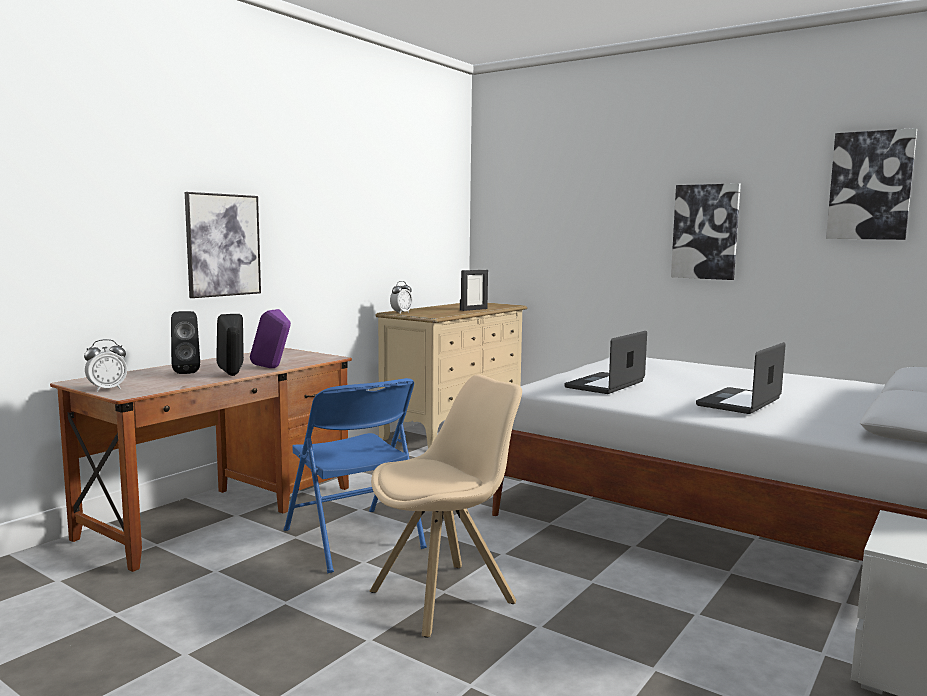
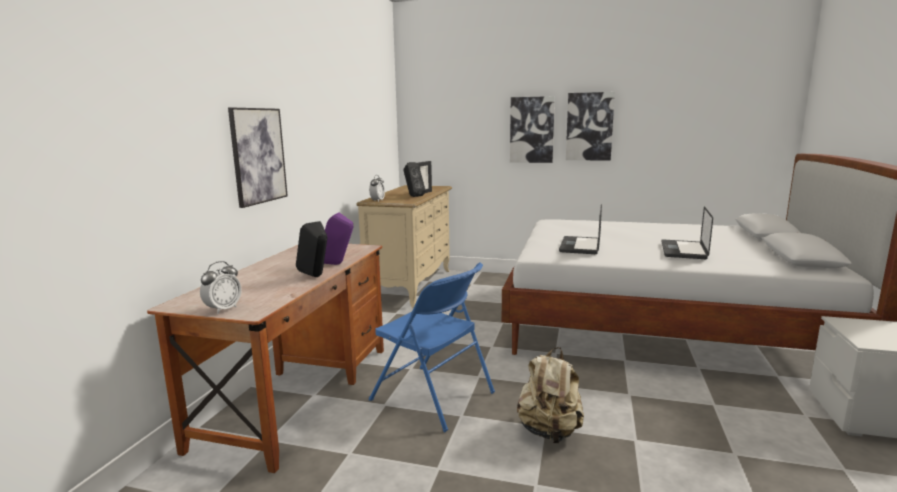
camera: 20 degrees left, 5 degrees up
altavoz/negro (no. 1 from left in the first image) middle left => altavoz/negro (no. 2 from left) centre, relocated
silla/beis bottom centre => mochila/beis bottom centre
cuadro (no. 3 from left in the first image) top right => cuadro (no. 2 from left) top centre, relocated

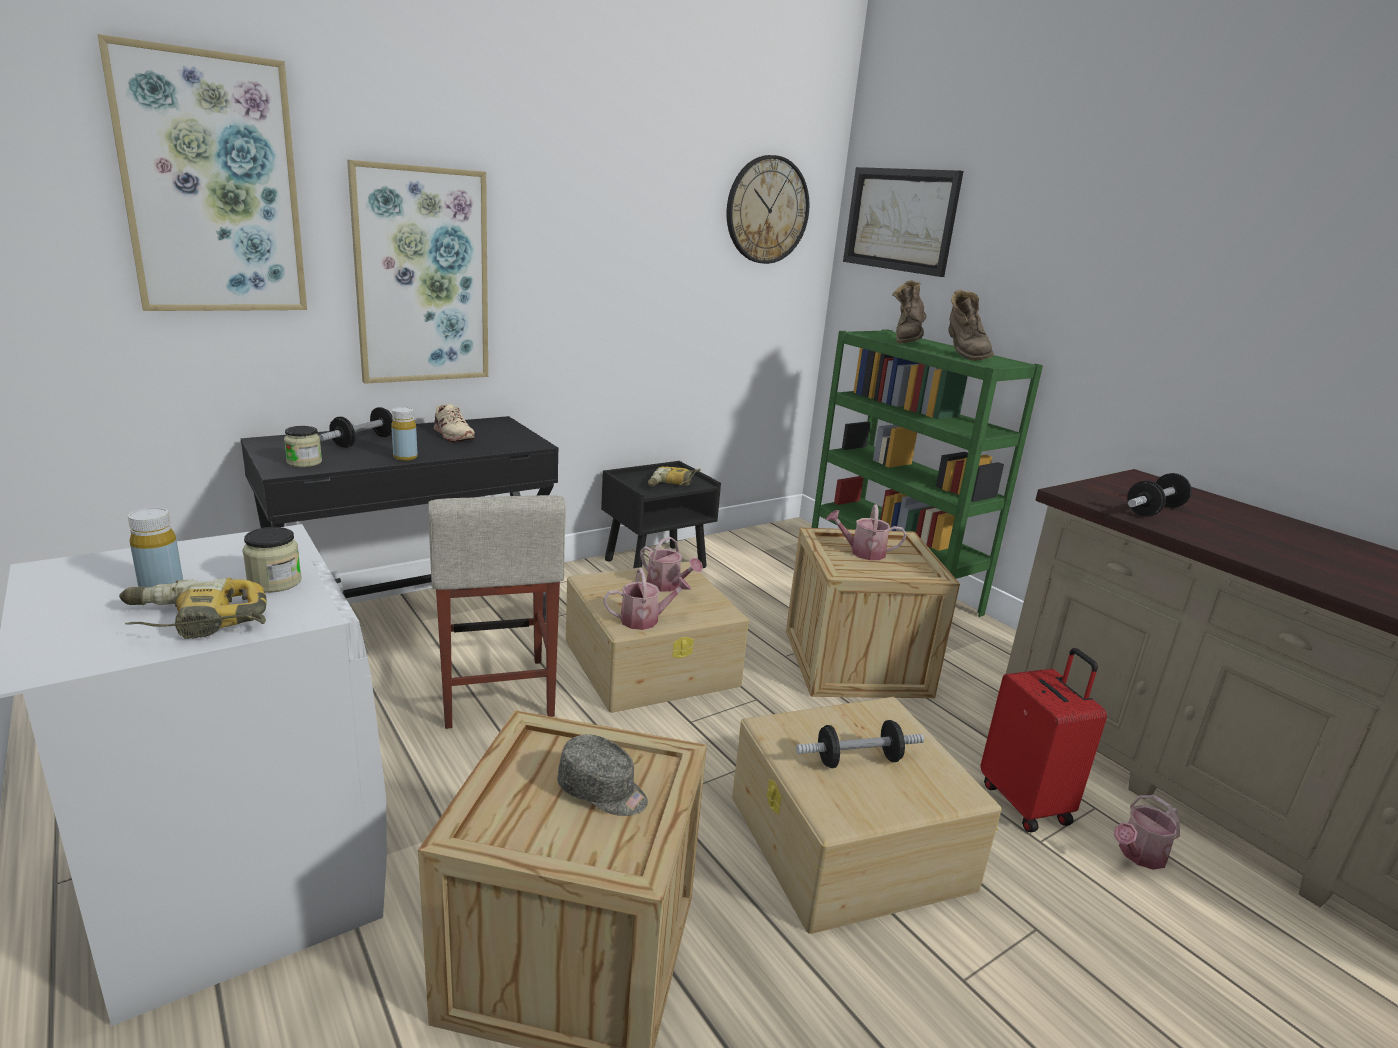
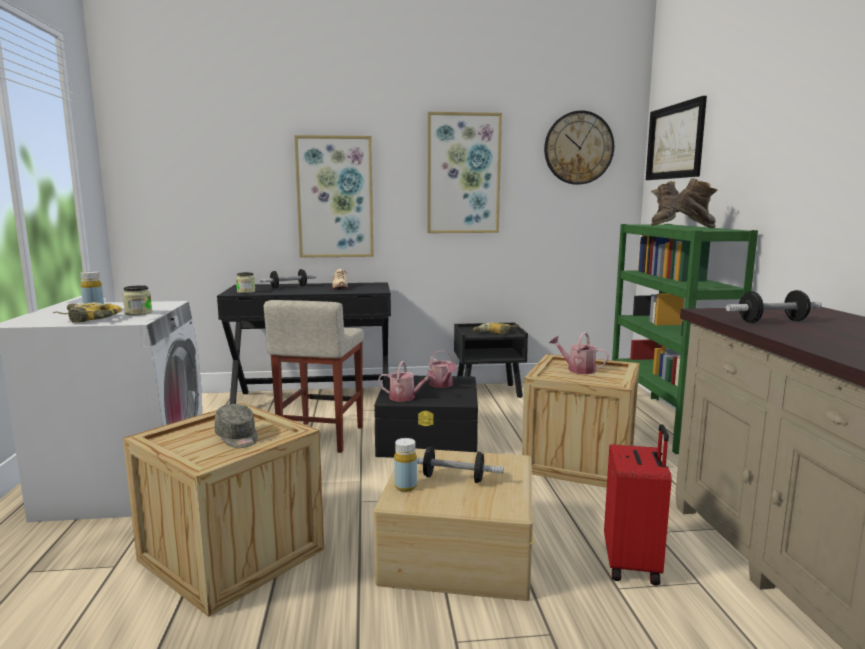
camera: 30 degrees right, 10 degrees down
cuadro (no. 1 from left in the first image) top left => cuadro (no. 2 from left) top centre, relocated
botella/amarillo (no. 2 from left) middle left => botella/amarillo (no. 2 from left) bottom centre, relocated
caja de almacenaje/beis (no. 1 from left) centre => caja de almacenaje/negro centre
bota/marrón (no. 2 from left) top right, 135 degrees counterclockwise
regadera (no. 4 from left) bottom right => nothing

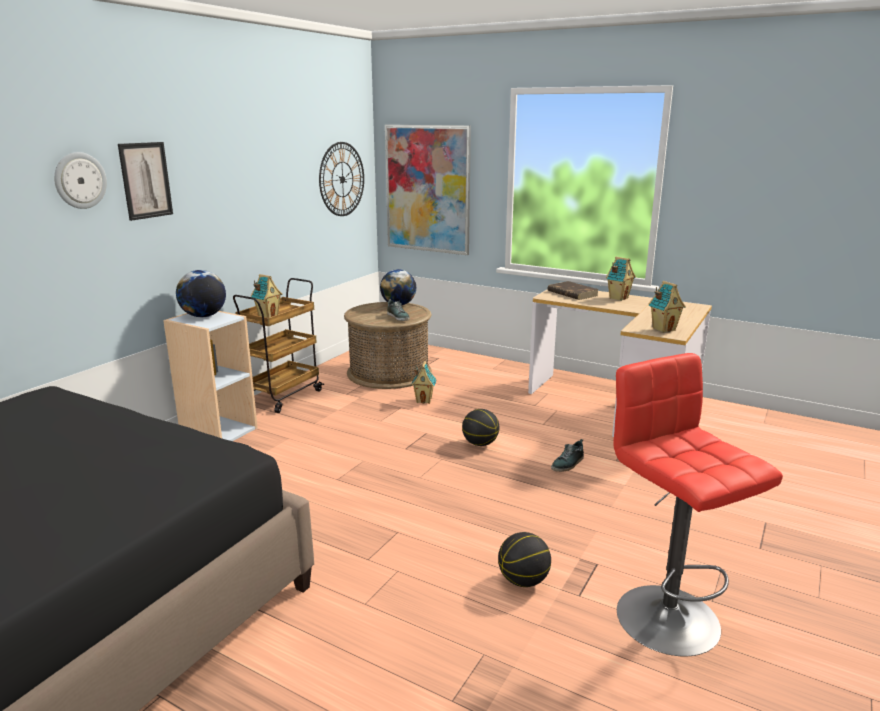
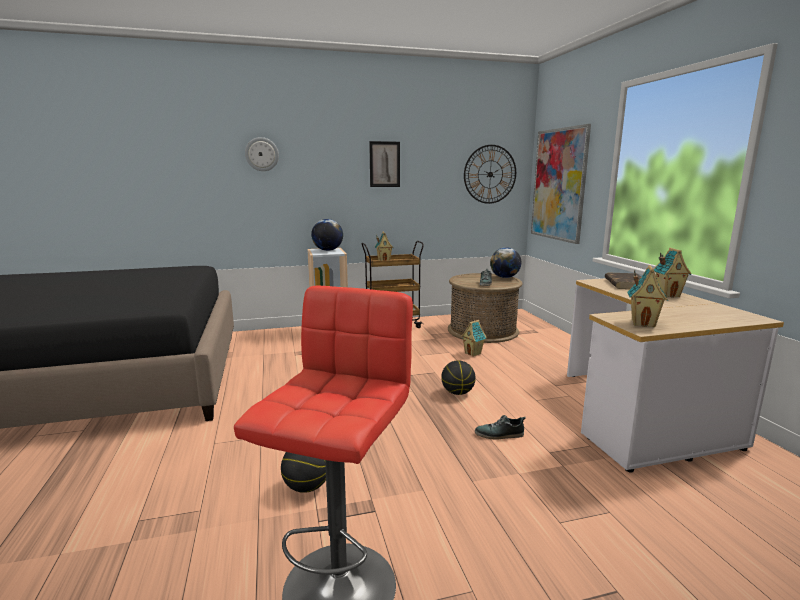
camera: 45 degrees right, 5 degrees down
cuadro (no. 1 from left) top left => cuadro (no. 1 from left) top centre, relocated

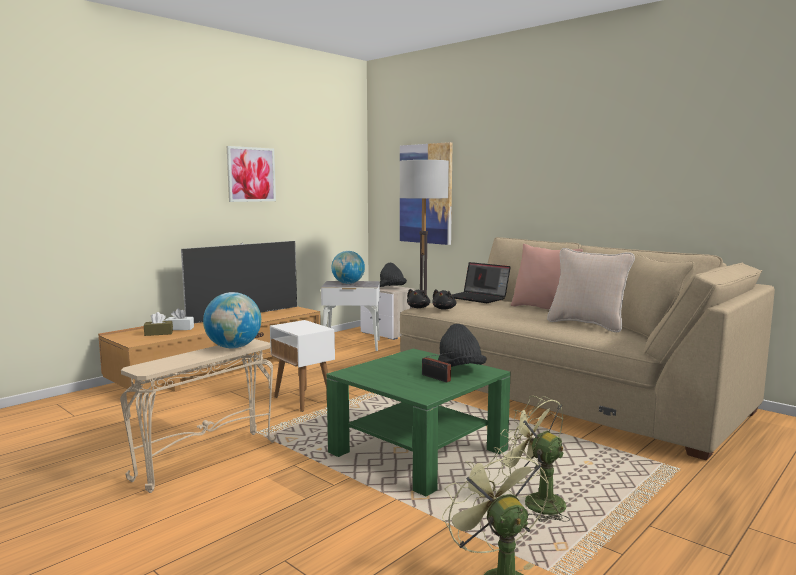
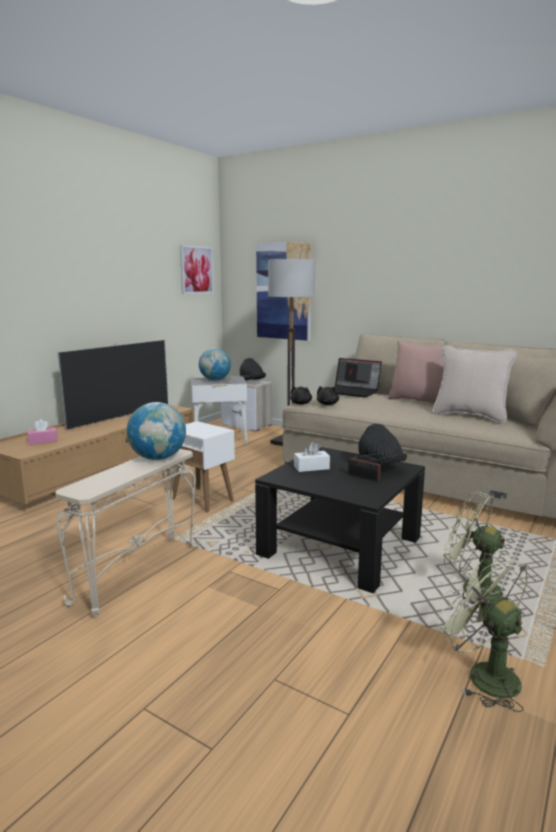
camera: 10 degrees left, 5 degrees up
caja de pañuelos/marrón middle left => caja de pañuelos/rosa middle left
caja de pañuelos/blanco middle left => caja de pañuelos/blanco centre, relocated
cuadro (no. 1 from left) top left => cuadro (no. 1 from left) top centre, relocated
mesa de centro/verde bottom centre => mesa de centro/negro centre

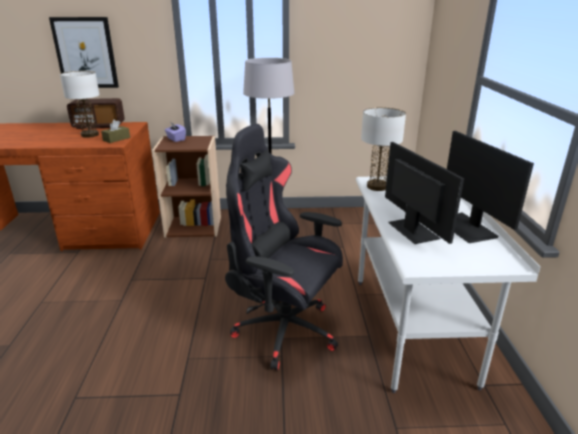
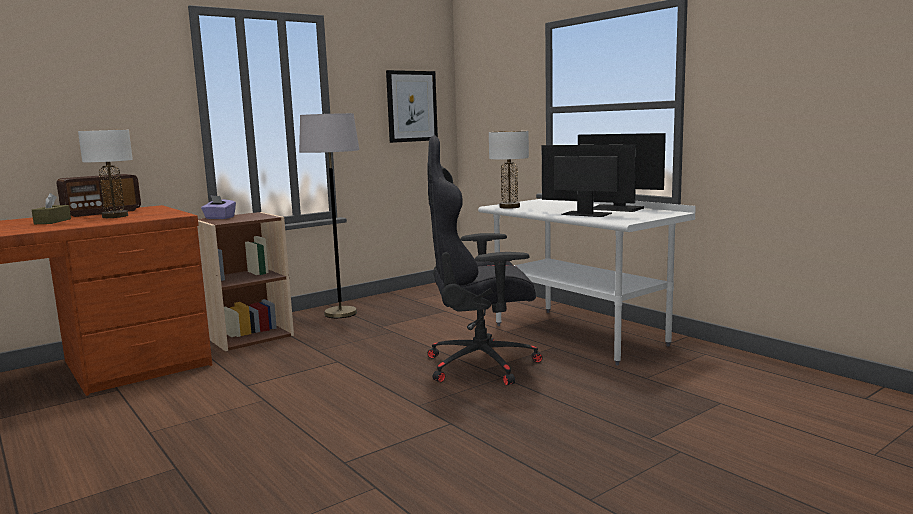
camera: 35 degrees left, 15 degrees down
cuadro top left => cuadro top centre, relocated
caja de pañuelos/marrón top left => caja de pañuelos/marrón middle left, relocated

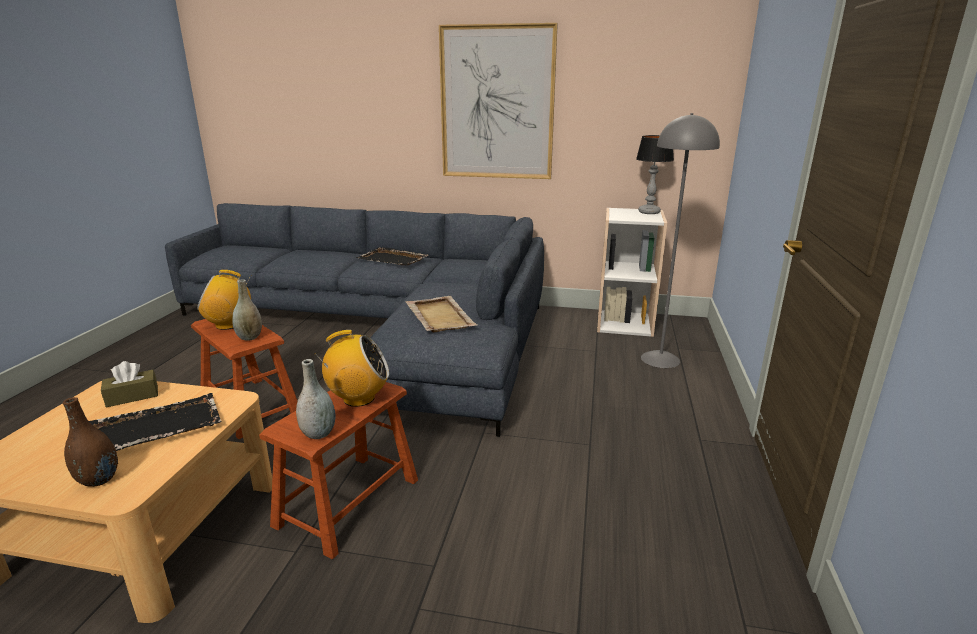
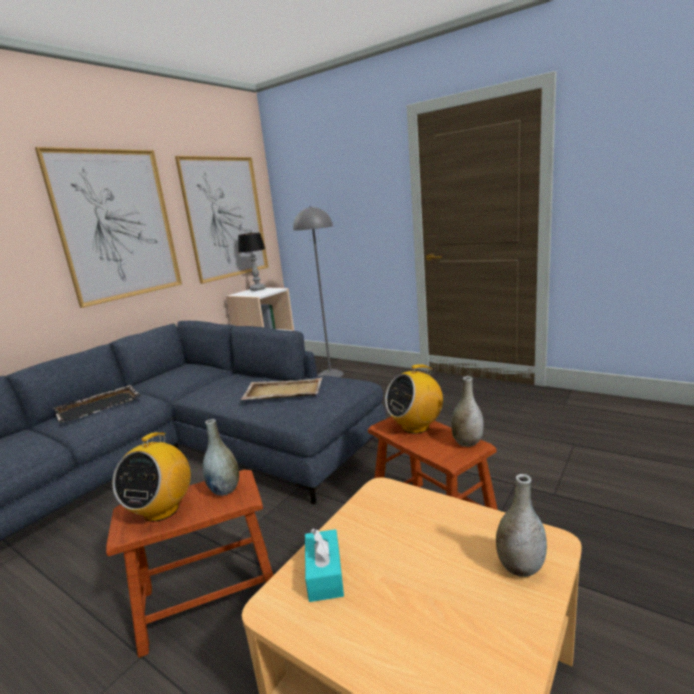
camera: 65 degrees left, 5 degrees down
florero/marrón bottom left => florero/gris (no. 3 from left) bottom right
bandeja/negro (no. 1 from left) middle left => nothing
caja de pañuelos/marrón middle left => caja de pañuelos/turquesa bottom centre
radio (no. 2 from left) centre, 135 degrees counterclockwise
nothing => cuadro (no. 2 from left) top left

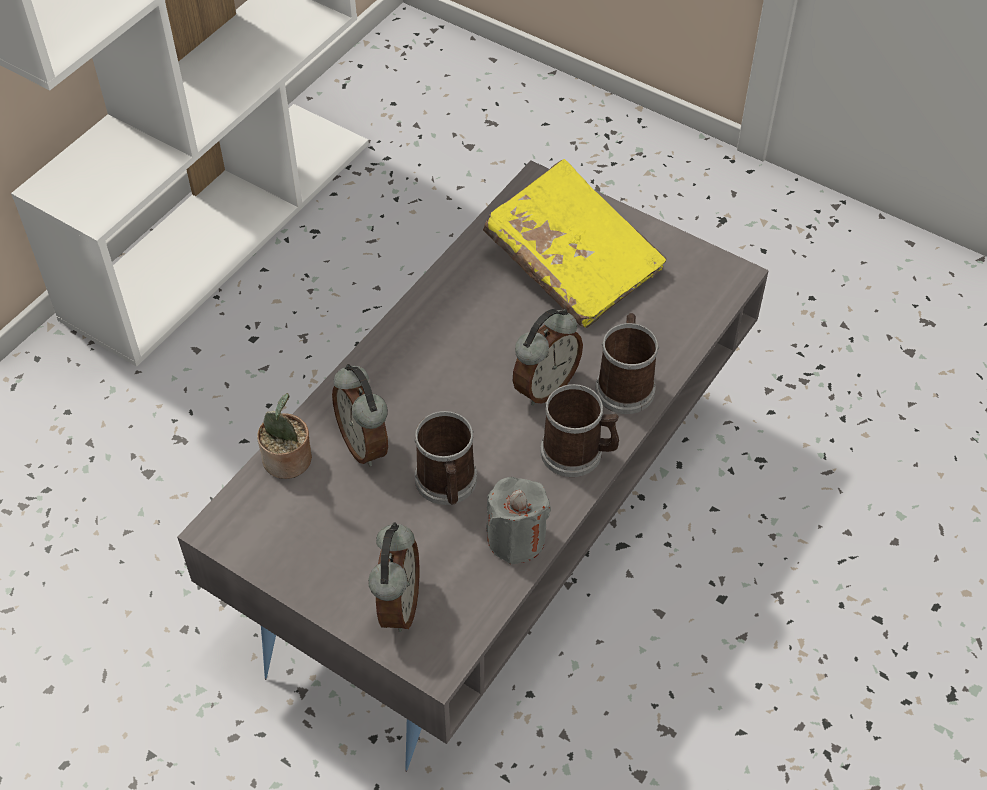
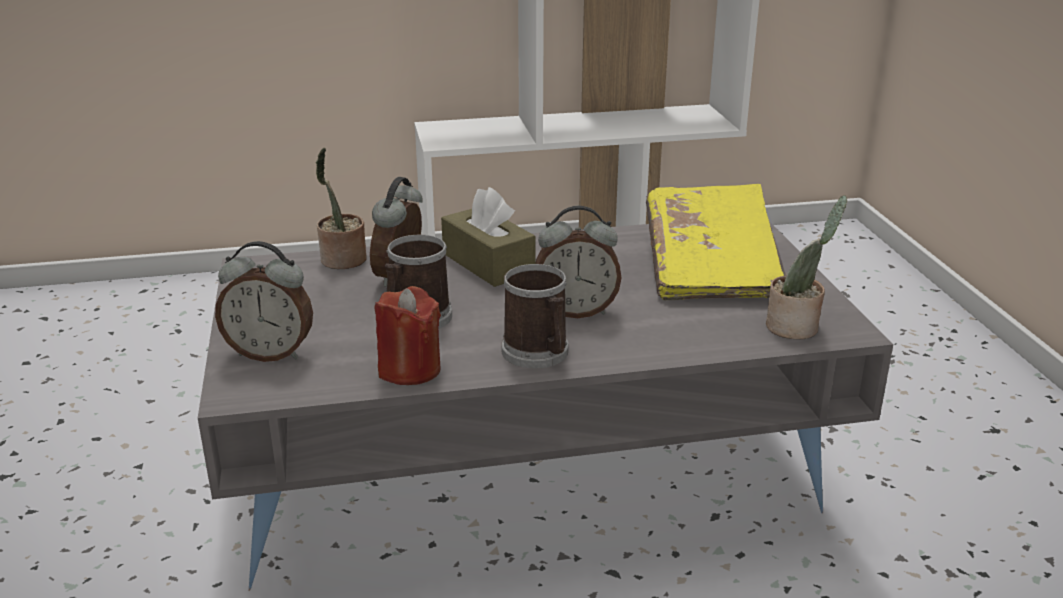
camera: 45 degrees right, 25 degrees down
despertador (no. 2 from left in the first image) bottom centre => despertador (no. 1 from left) middle left, 45 degrees clockwise
vela/gris centre => vela/rojo centre
taza grande (no. 3 from left) centre => nothing
nothing => caja de pañuelos/marrón centre
nothing => planta en maceta (no. 2 from left) middle right

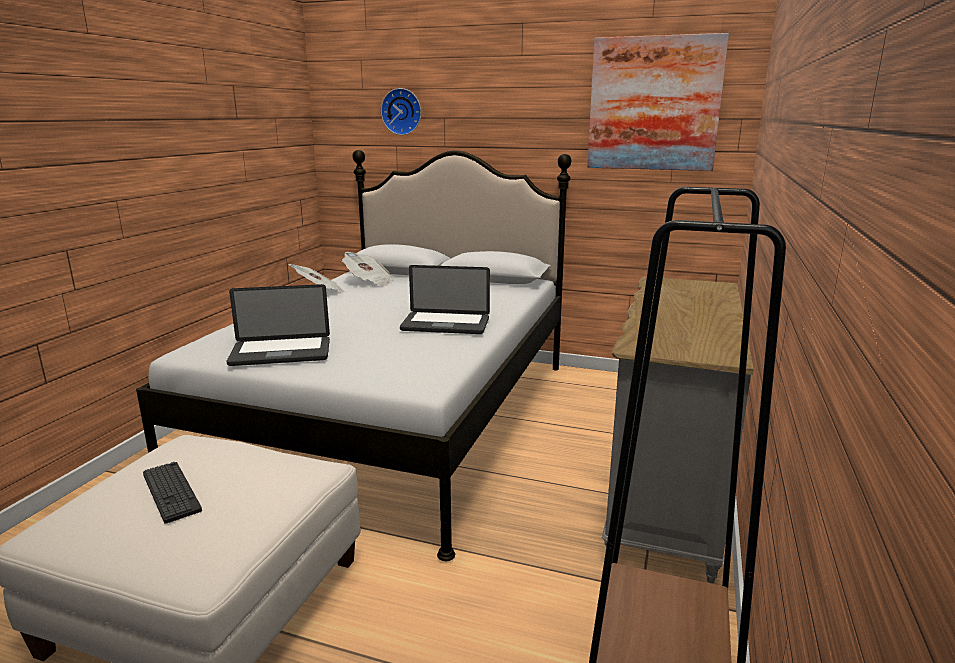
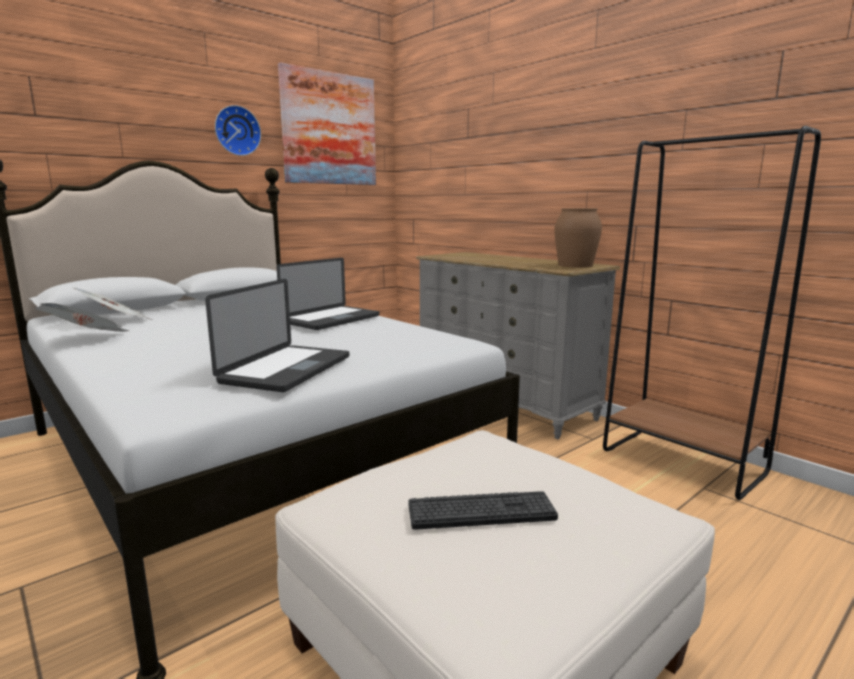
camera: 60 degrees left, 5 degrees down
reloj de pared top centre => reloj de pared top left, relocated
nothing => florero/marrón middle right

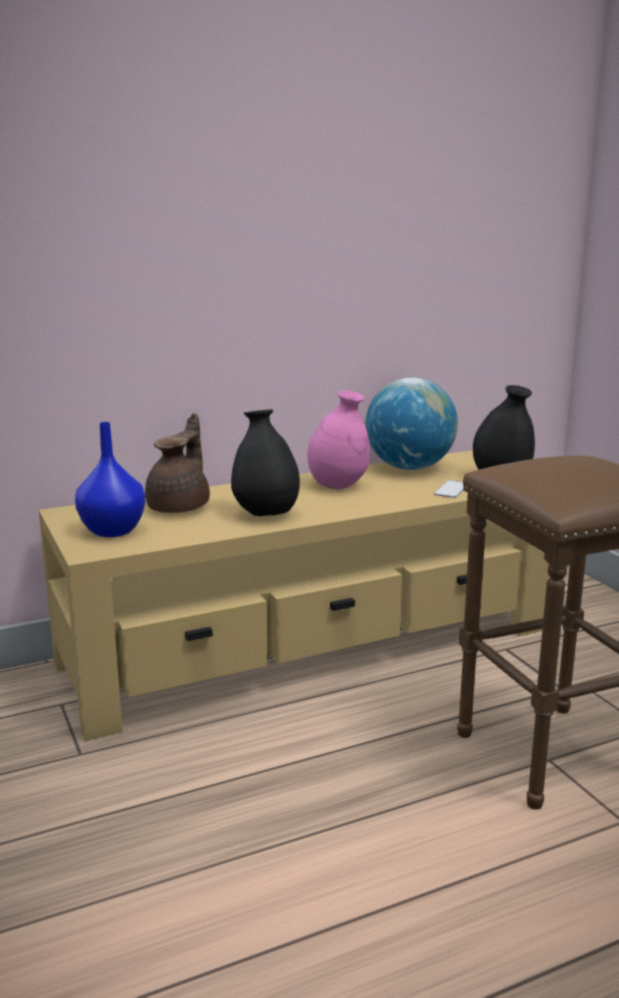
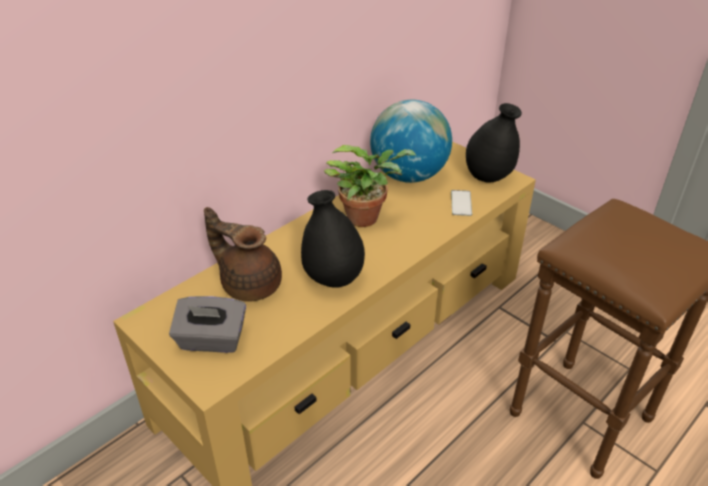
camera: 20 degrees left, 20 degrees up
florero/azul middle left => caja de pañuelos/gris bottom left
tetera/marrón middle left => tetera/marrón centre, 60 degrees counterclockwise
florero/rosa centre => planta en maceta centre

